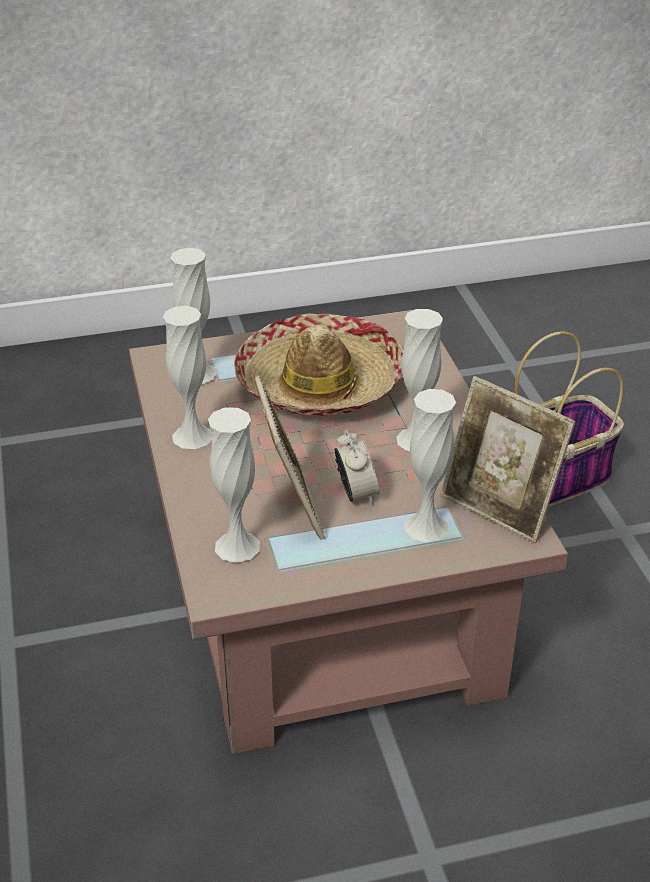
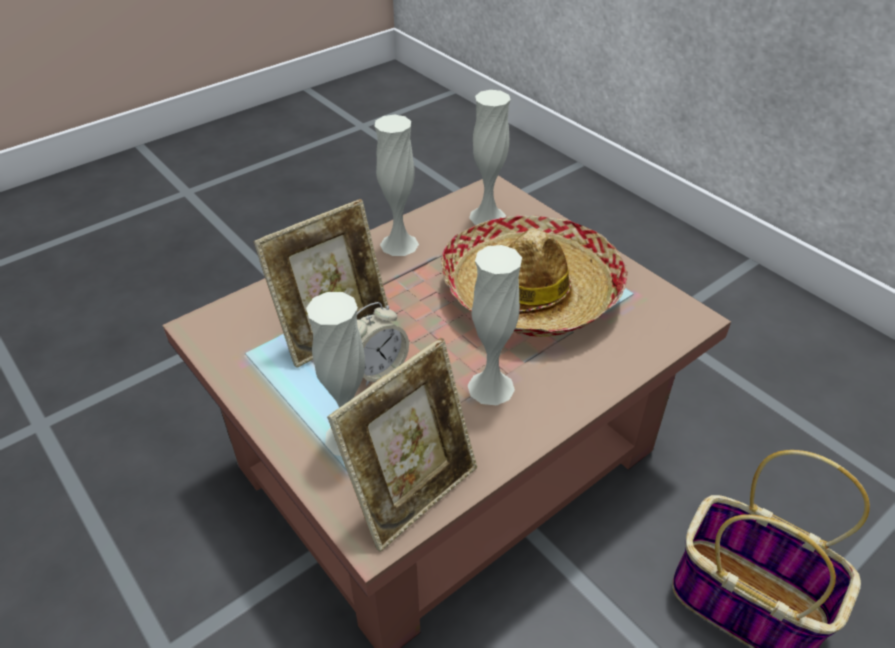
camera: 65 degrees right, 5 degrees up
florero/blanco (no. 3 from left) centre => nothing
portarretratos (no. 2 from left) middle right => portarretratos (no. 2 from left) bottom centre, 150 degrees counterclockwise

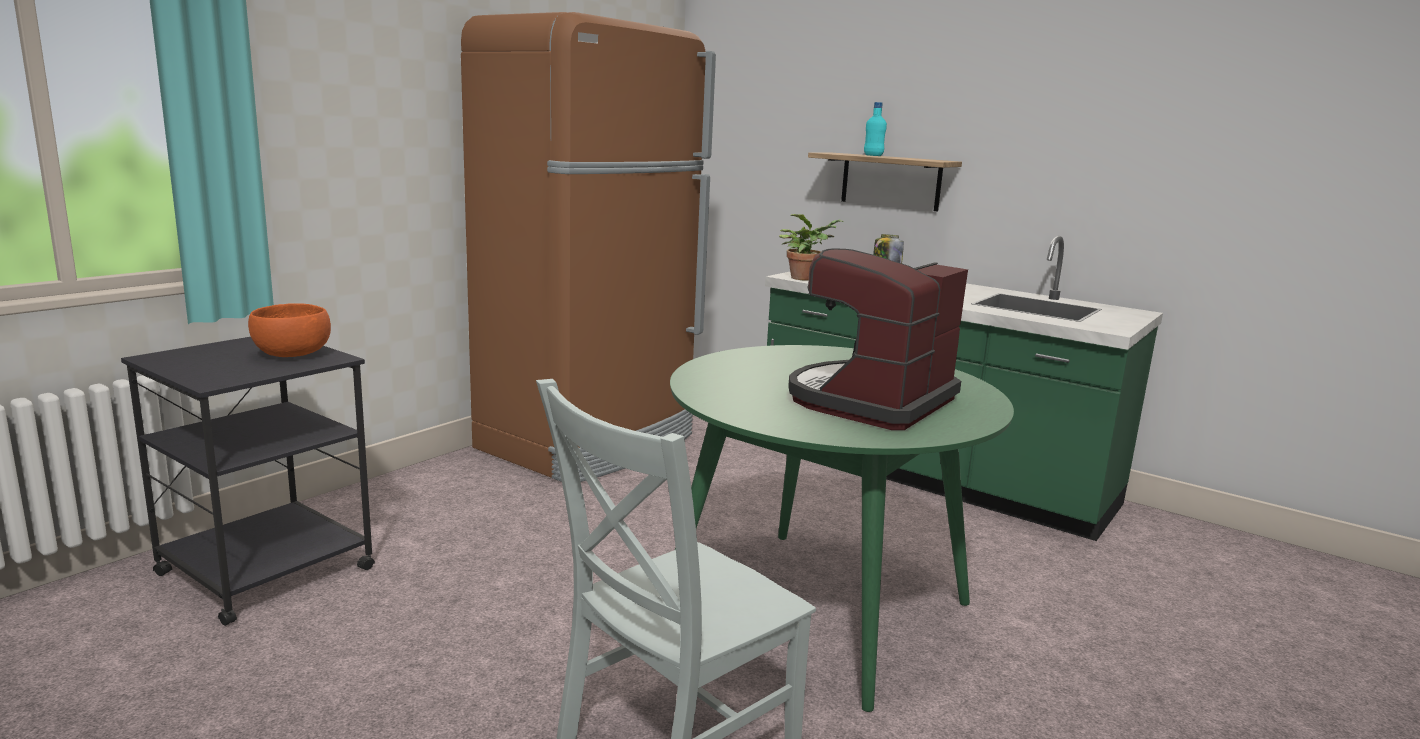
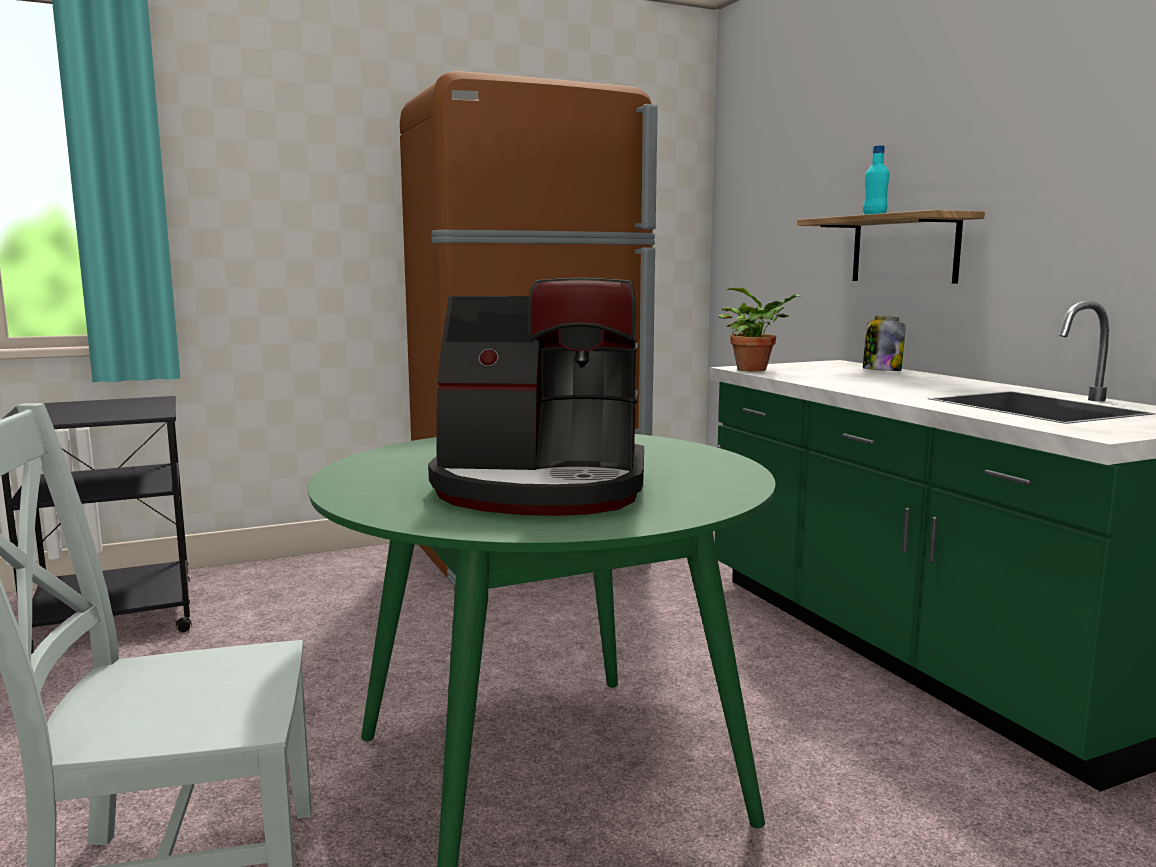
camera: 30 degrees right, 5 degrees down
cuenco/naranja middle left => nothing
cafetera centre, 150 degrees counterclockwise

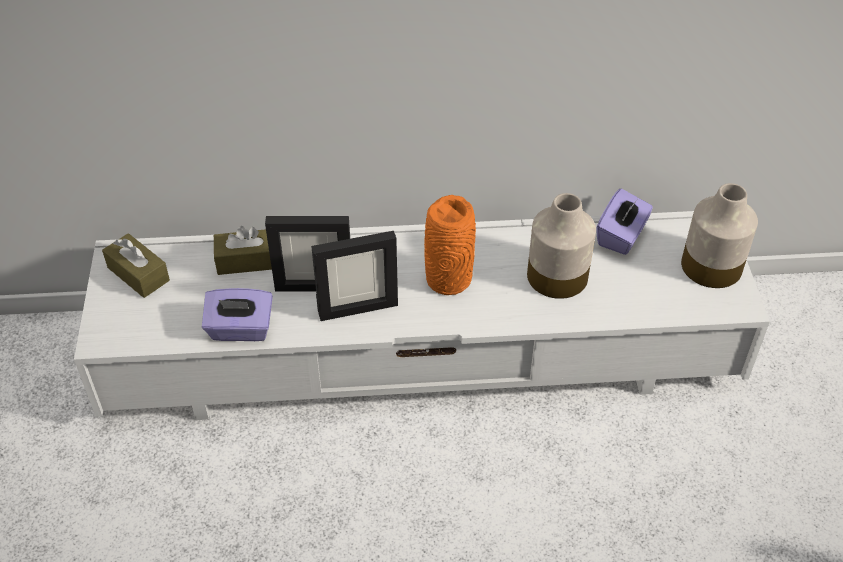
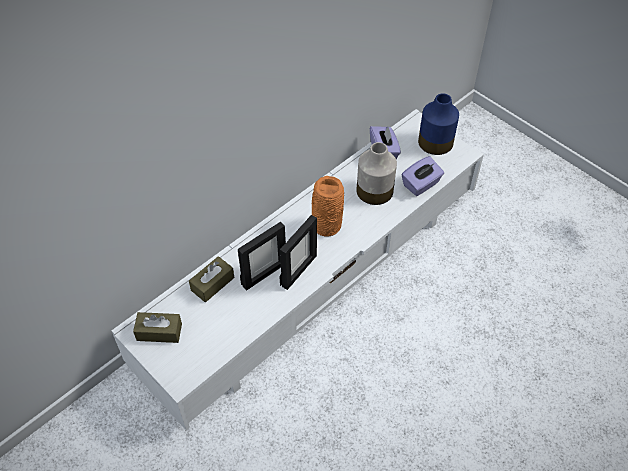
camera: 40 degrees left, 5 degrees up
caja de pañuelos/morado (no. 1 from left in the first image) middle left => caja de pañuelos/morado (no. 2 from left) middle right, relocated
florero/beis (no. 2 from left) middle right => florero/azul top right

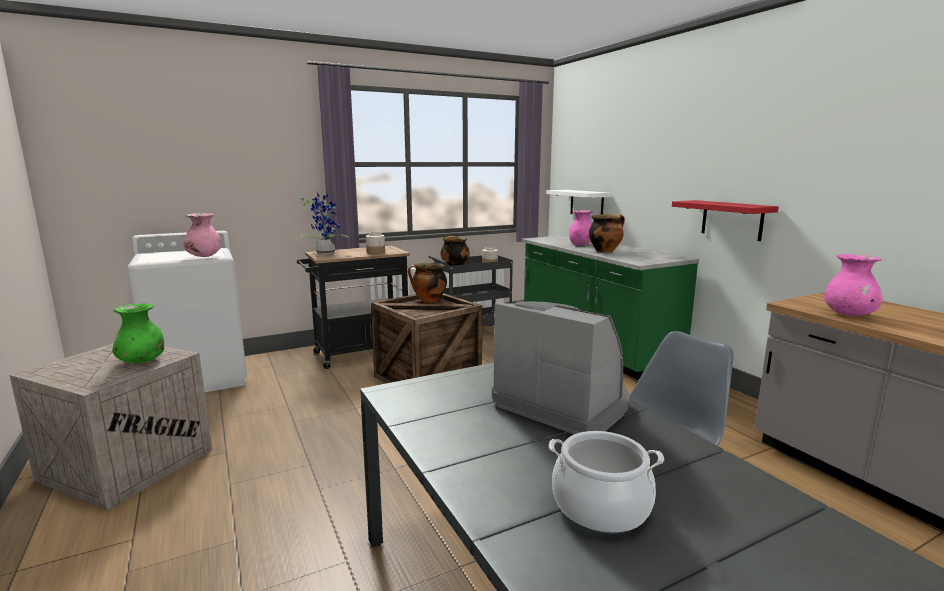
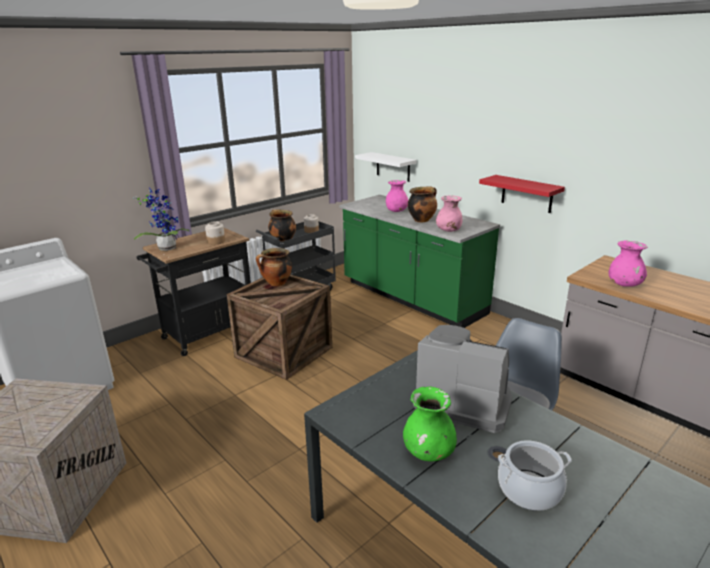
camera: 15 degrees left, 10 degrees up
florero/verde middle left => florero/verde bottom centre, relocated
florero/rosa (no. 1 from left in the first image) middle left => florero/rosa (no. 2 from left) centre, relocated

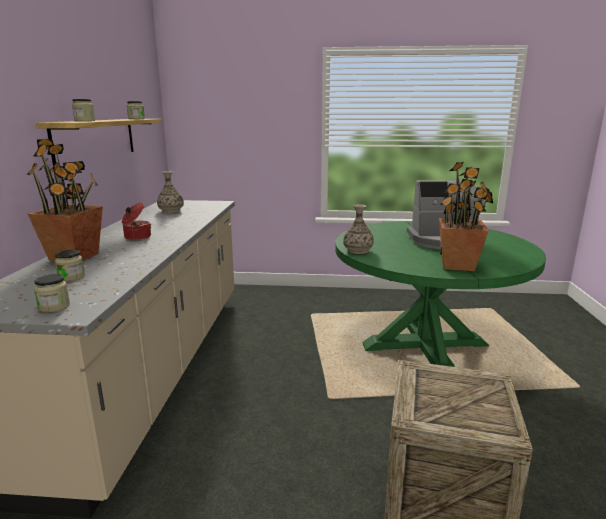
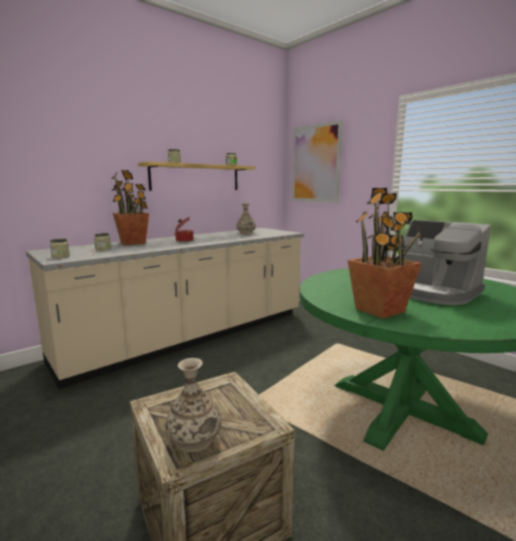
camera: 45 degrees right, 5 degrees down
florero (no. 2 from left in the first image) centre => florero (no. 1 from left) bottom centre, relocated
nothing => cuadro top centre

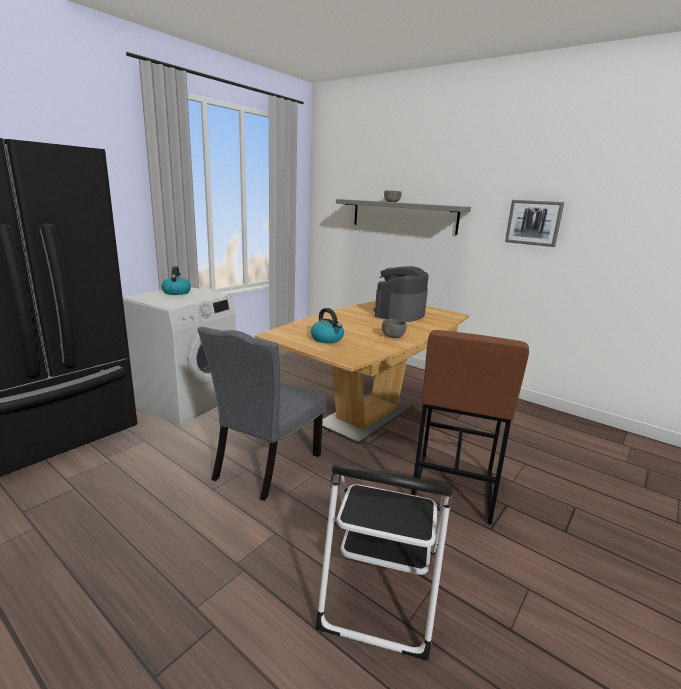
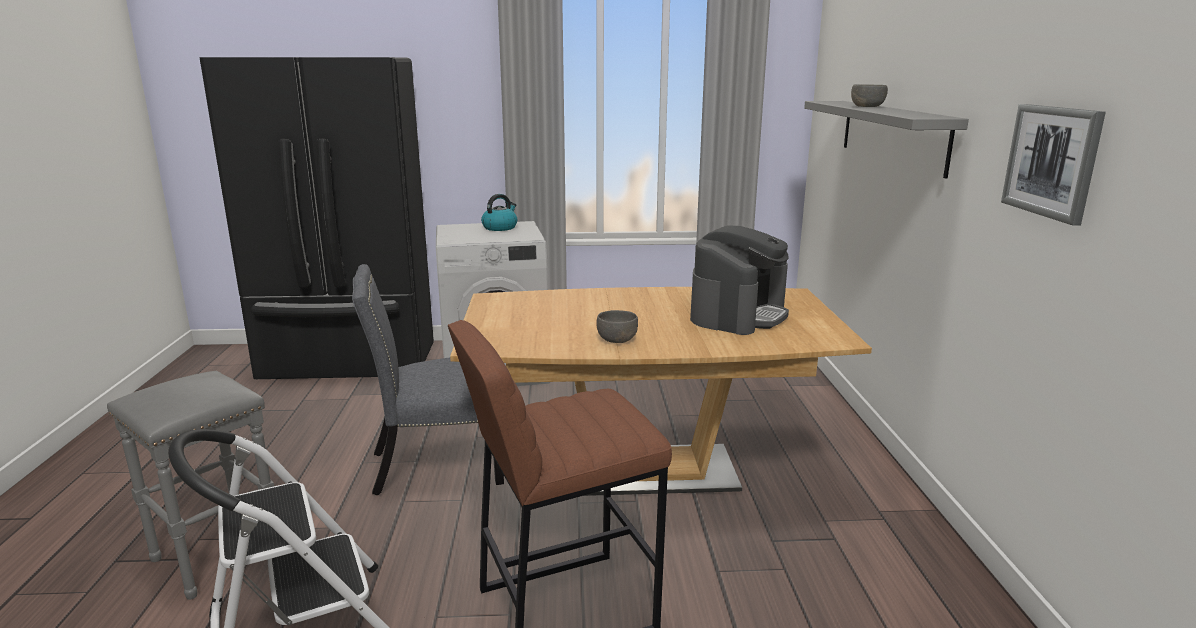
camera: 50 degrees right, 0 degrees up
hervidor (no. 2 from left) centre => nothing
cafetera centre, 135 degrees clockwise
nothing => taburete/gris bottom left

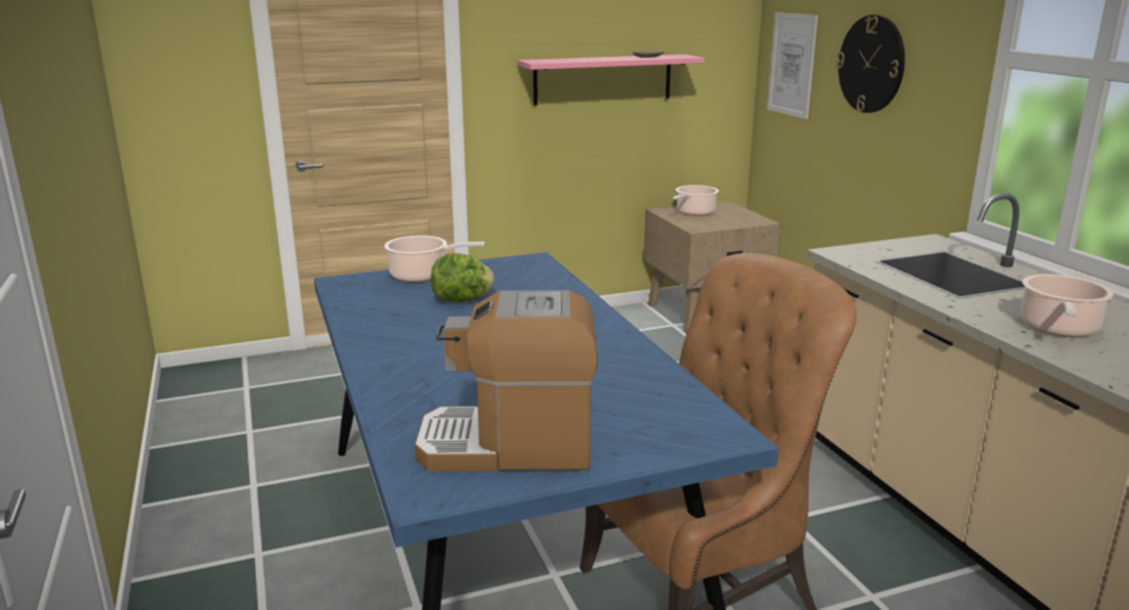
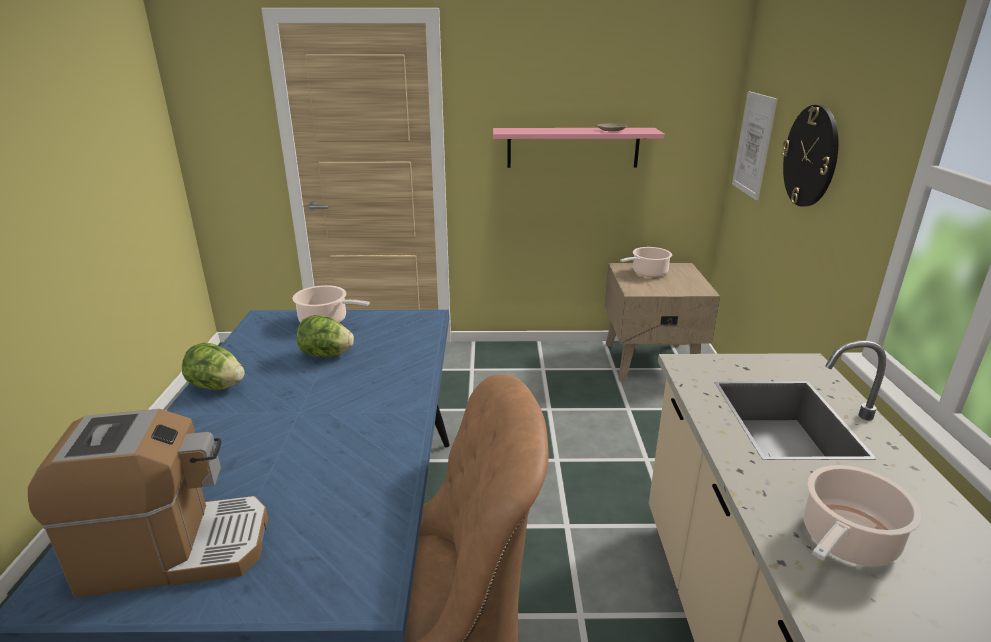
camera: 20 degrees right, 5 degrees up
cafetera centre => cafetera bottom left, 150 degrees clockwise
nothing => lechuga (no. 1 from left) middle left

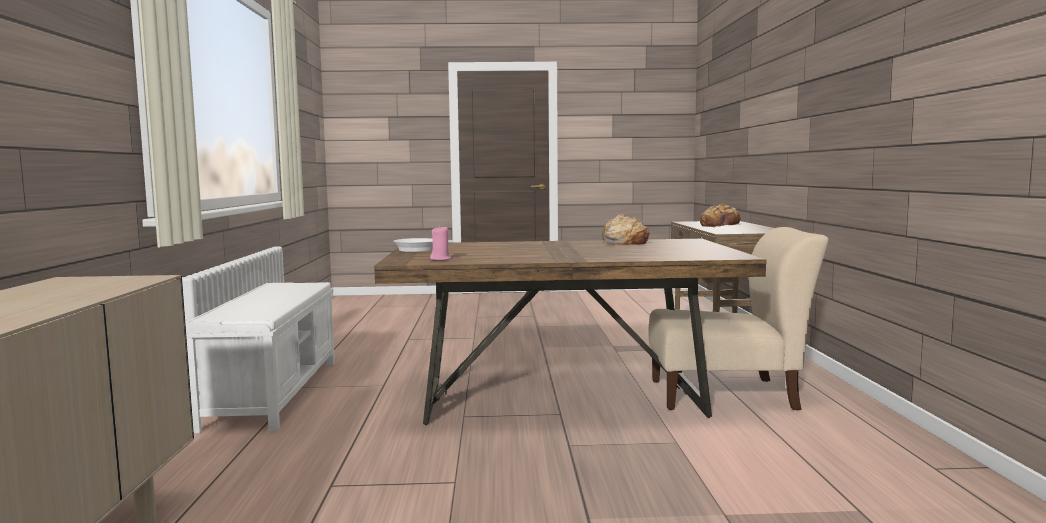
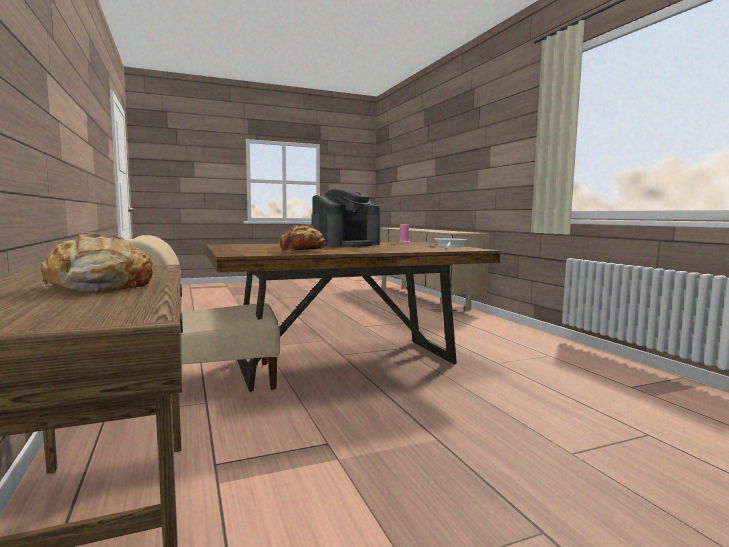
camera: 160 degrees right, 0 degrees up
banco/blanco bottom left => nothing
nothing => cafetera centre

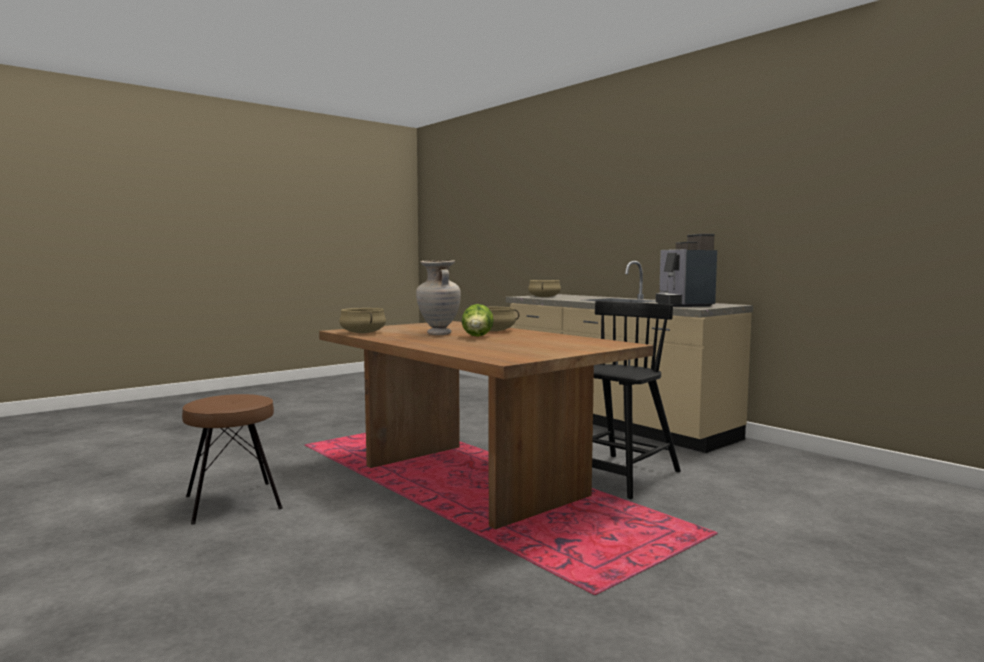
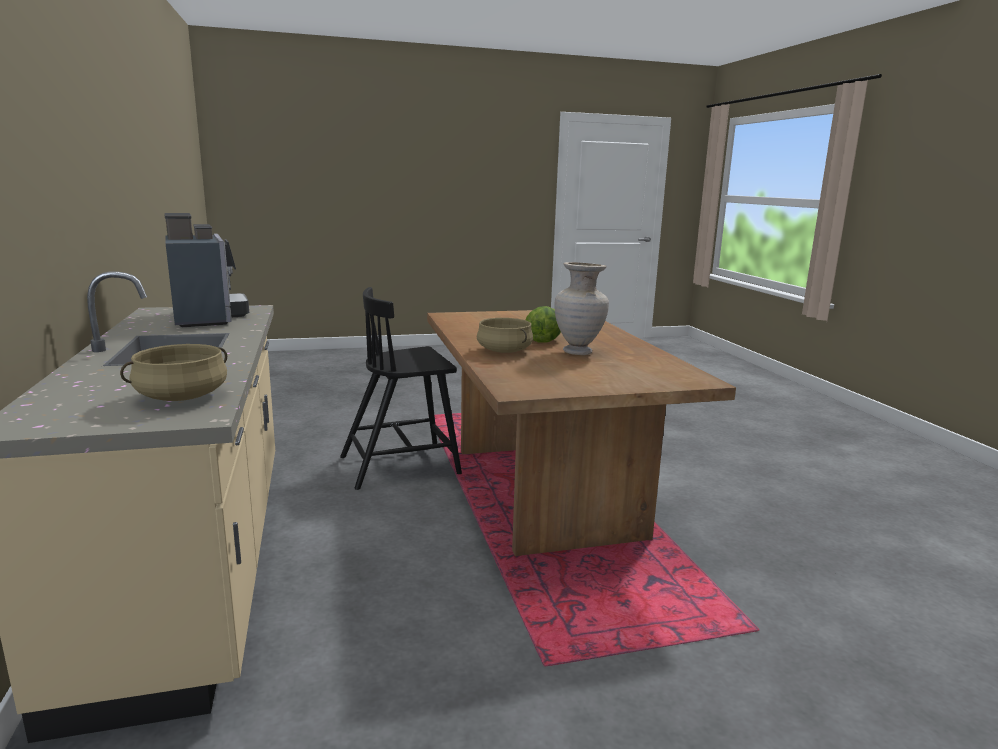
camera: 155 degrees left, 10 degrees up
taburete/marrón bottom left => nothing
olla/beis (no. 1 from left) centre => nothing
cafetera middle right => cafetera middle left, 45 degrees counterclockwise

